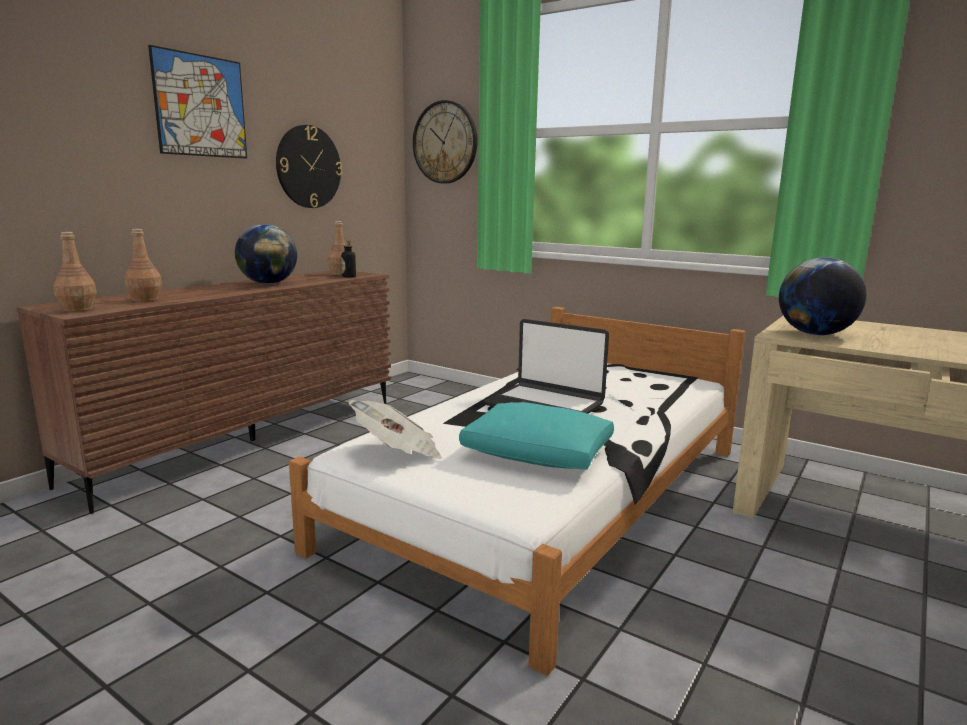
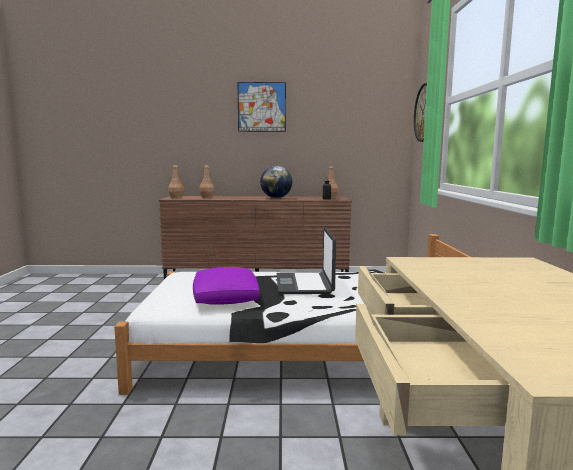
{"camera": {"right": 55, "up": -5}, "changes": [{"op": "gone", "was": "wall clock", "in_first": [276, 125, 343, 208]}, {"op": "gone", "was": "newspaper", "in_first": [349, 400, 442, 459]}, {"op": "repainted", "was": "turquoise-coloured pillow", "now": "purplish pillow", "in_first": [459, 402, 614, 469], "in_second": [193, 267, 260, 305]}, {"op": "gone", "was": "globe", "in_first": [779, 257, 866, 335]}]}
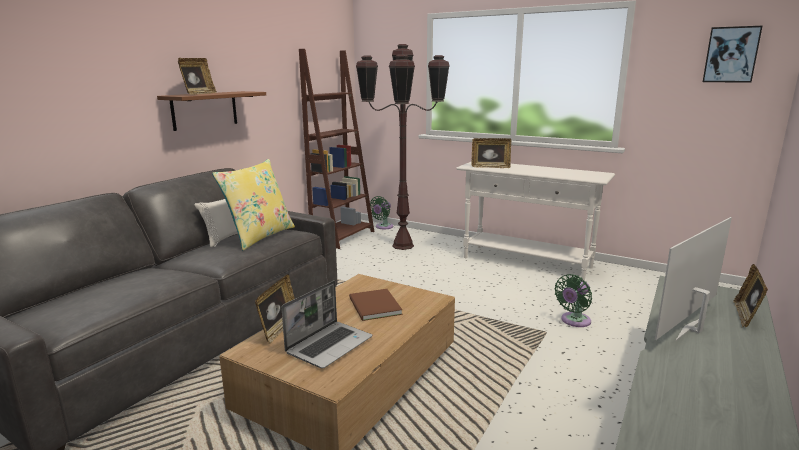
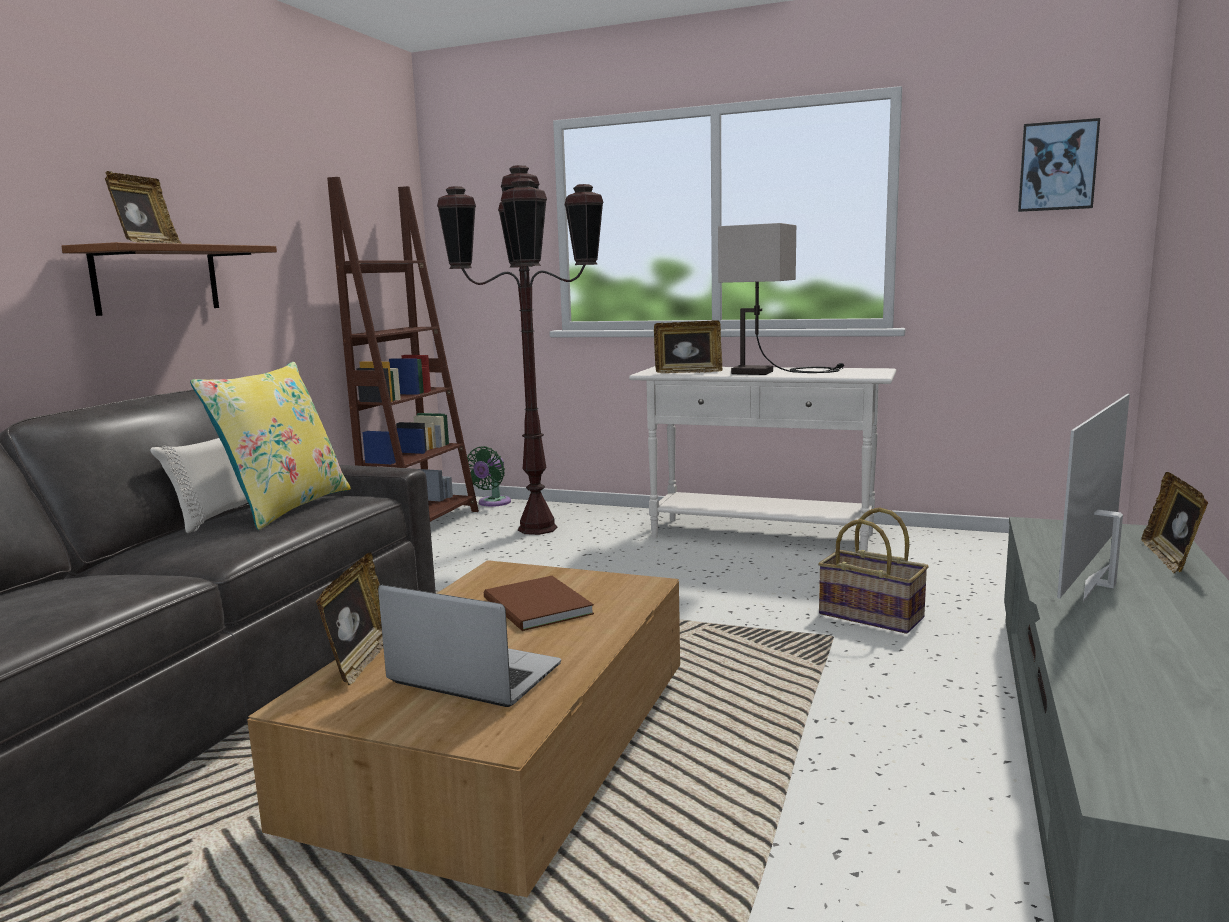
{"camera": {"right": -10, "up": -5}, "changes": [{"op": "rotated", "was": "laptop", "in_first": [281, 280, 372, 369], "in_second": [378, 585, 561, 707], "clockwise": -90}, {"op": "swapped", "was": "greenish electric fan", "now": "storage basket", "in_first": [554, 274, 592, 327], "in_second": [818, 507, 929, 634]}, {"op": "new", "now": "table lamp", "in_second": [718, 223, 844, 375]}]}
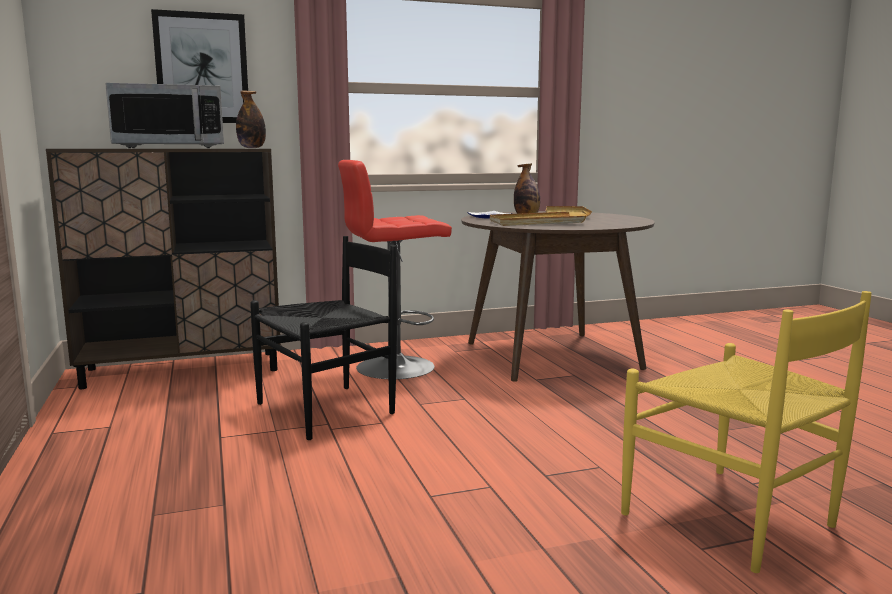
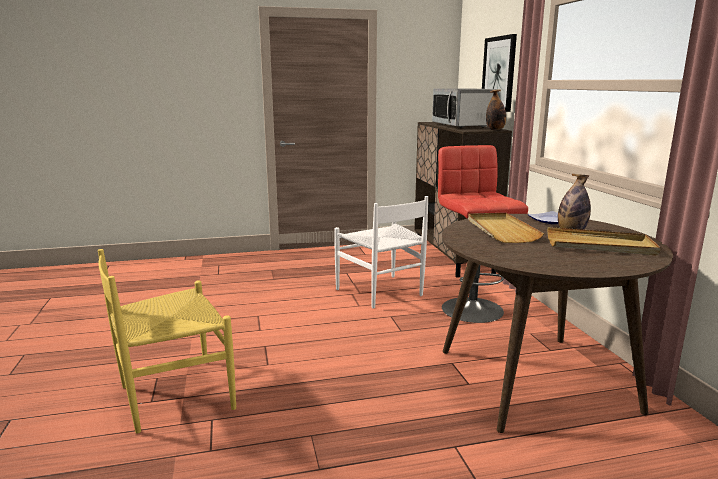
{"camera": {"right": 95, "up": 5}, "changes": [{"op": "repainted", "was": "blackish upright chair", "now": "whitish upright chair", "in_first": [250, 236, 397, 440], "in_second": [334, 196, 428, 309]}]}
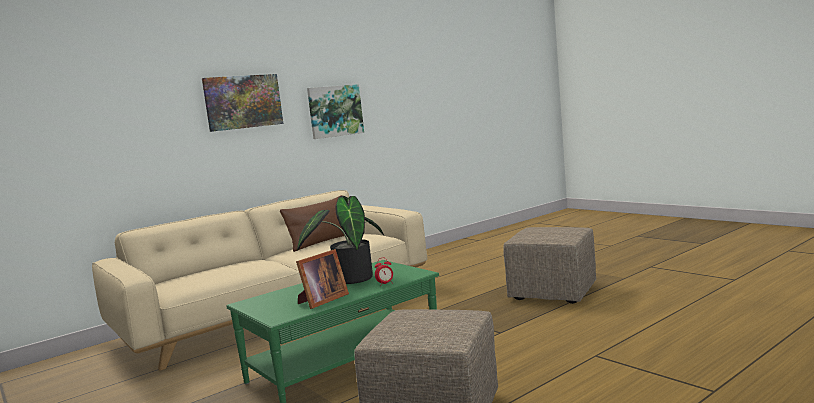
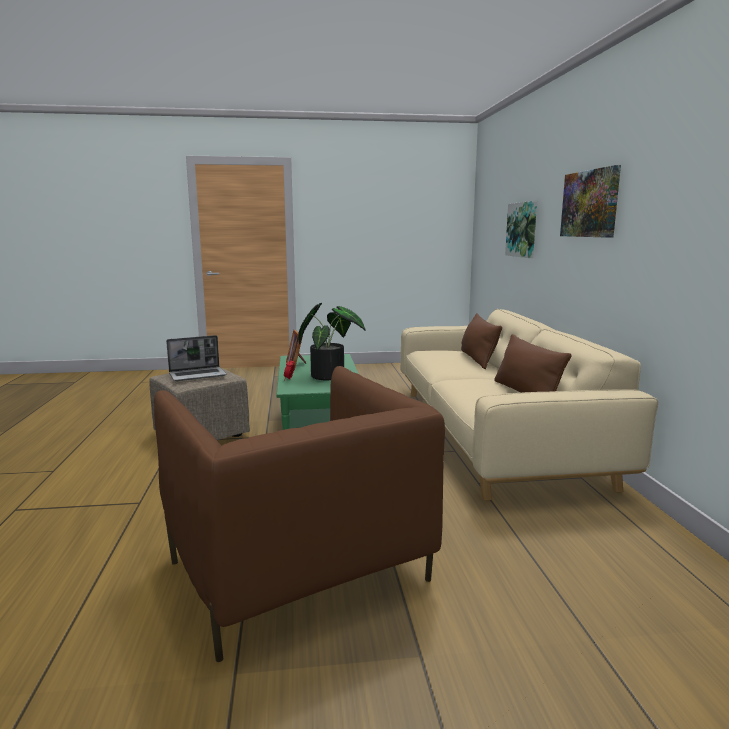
{"camera": {"right": 120, "up": 5}, "changes": [{"op": "shifted", "was": "picture", "in_first": [307, 84, 364, 139], "in_second": [505, 201, 537, 258]}, {"op": "swapped", "was": "beige-coloured ottoman", "now": "brown-coloured lounge chair", "in_first": [503, 227, 596, 304], "in_second": [154, 366, 445, 662]}, {"op": "new", "now": "laptop", "in_second": [166, 335, 227, 381]}, {"op": "new", "now": "brown-coloured pillow", "in_second": [461, 313, 502, 369]}]}
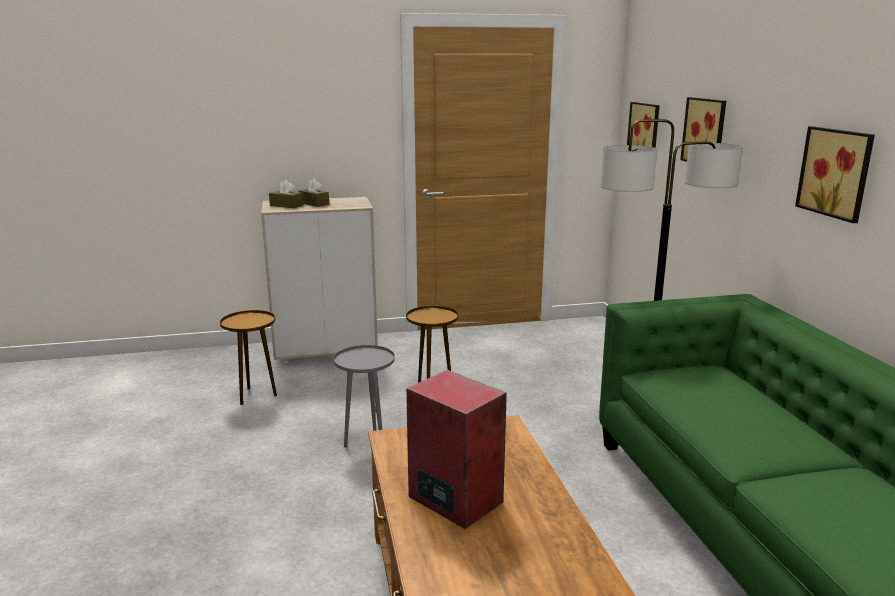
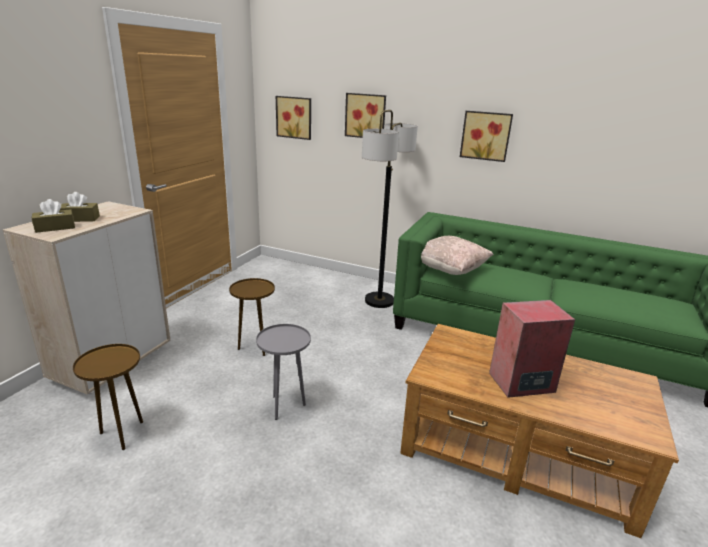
{"camera": {"right": -55, "up": 5}, "changes": [{"op": "new", "now": "beige-coloured pillow", "in_second": [421, 236, 494, 275]}]}
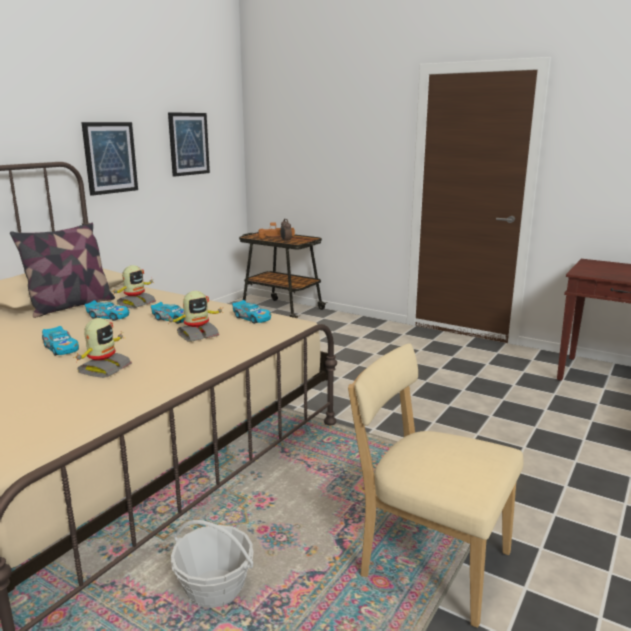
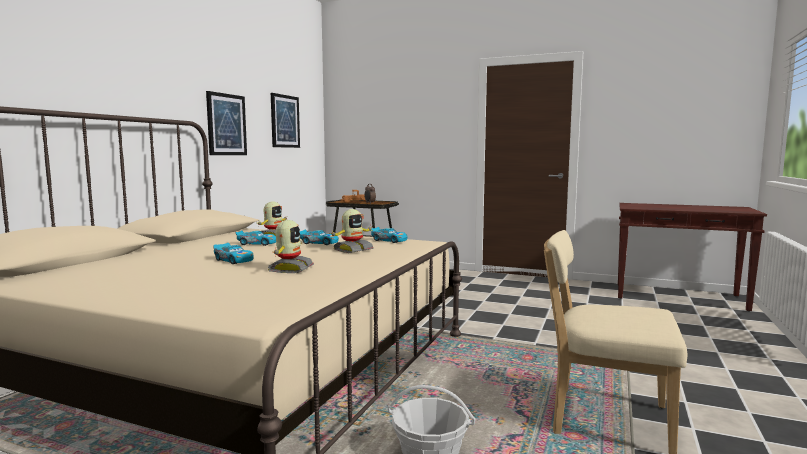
{"camera": {"right": -10, "up": -10}, "changes": [{"op": "gone", "was": "pillow", "in_first": [10, 223, 115, 318]}]}
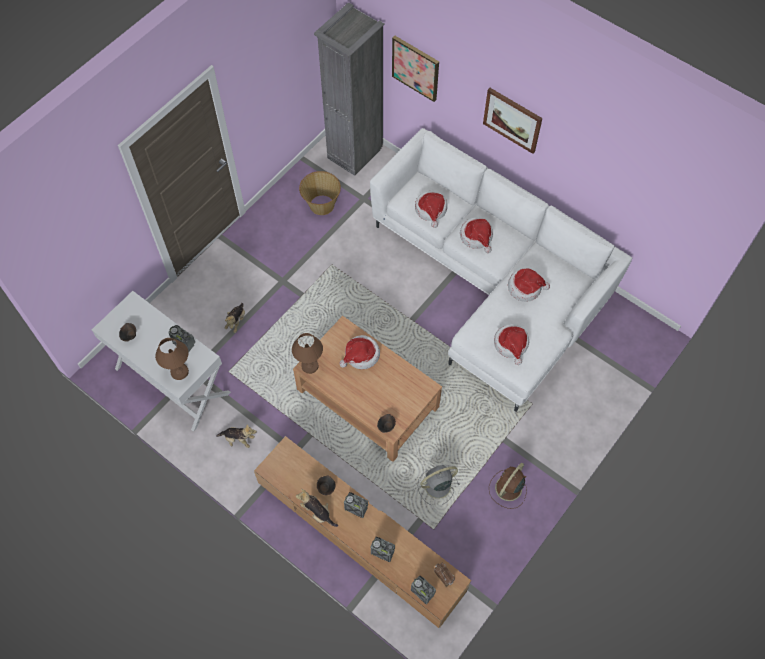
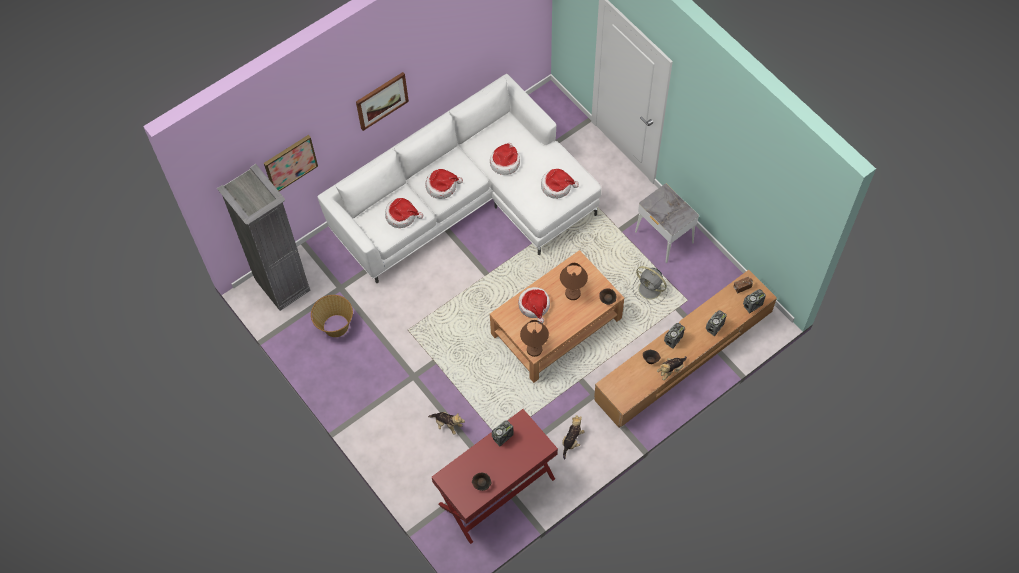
{"camera": {"right": -75, "up": 0}, "changes": [{"op": "repainted", "was": "whitish narrow table", "now": "red narrow table", "in_first": [92, 291, 231, 432], "in_second": [432, 409, 558, 544]}, {"op": "shifted", "was": "brown-coloured table lamp", "in_first": [155, 338, 189, 380], "in_second": [560, 263, 588, 300]}, {"op": "rotated", "was": "gray electric fan", "in_first": [418, 465, 460, 505], "in_second": [633, 266, 668, 305], "clockwise": -45}, {"op": "swapped", "was": "brown-coloured electric fan", "now": "end table", "in_first": [489, 463, 527, 509], "in_second": [635, 183, 699, 263]}]}
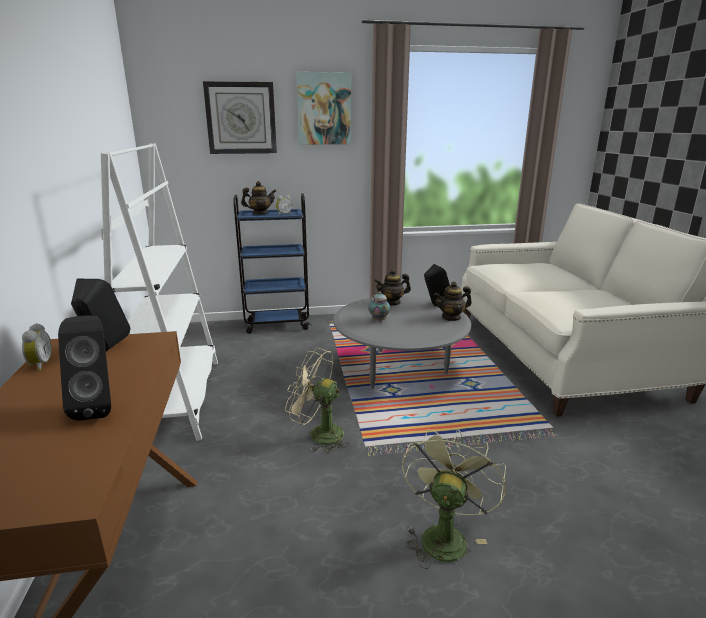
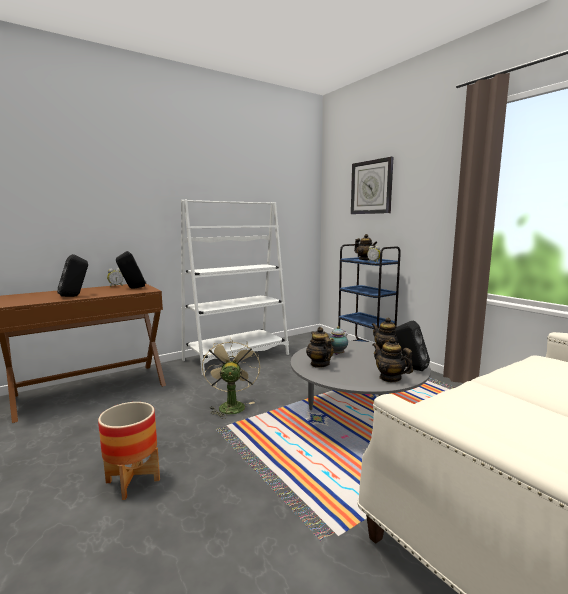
{"camera": {"right": 65, "up": -10}, "changes": [{"op": "gone", "was": "picture", "in_first": [296, 72, 351, 145]}, {"op": "swapped", "was": "greenish electric fan", "now": "flower pot", "in_first": [402, 428, 506, 569], "in_second": [98, 402, 160, 500]}, {"op": "new", "now": "tea pot", "in_second": [306, 327, 334, 368]}]}
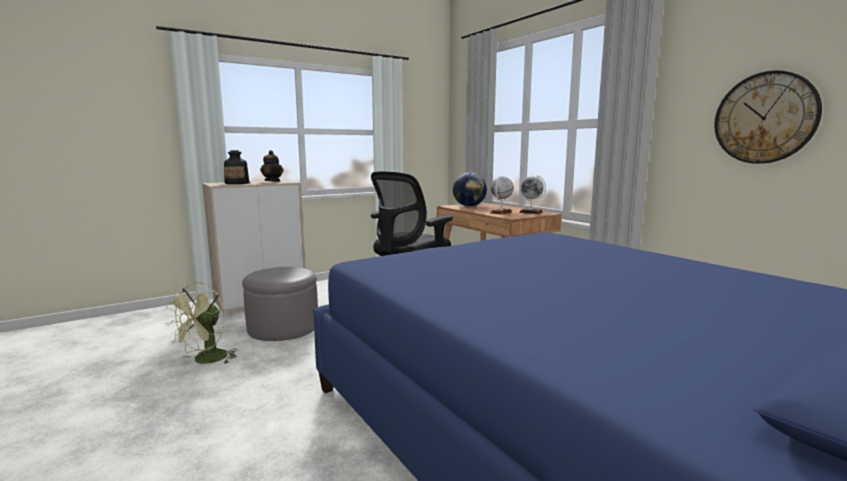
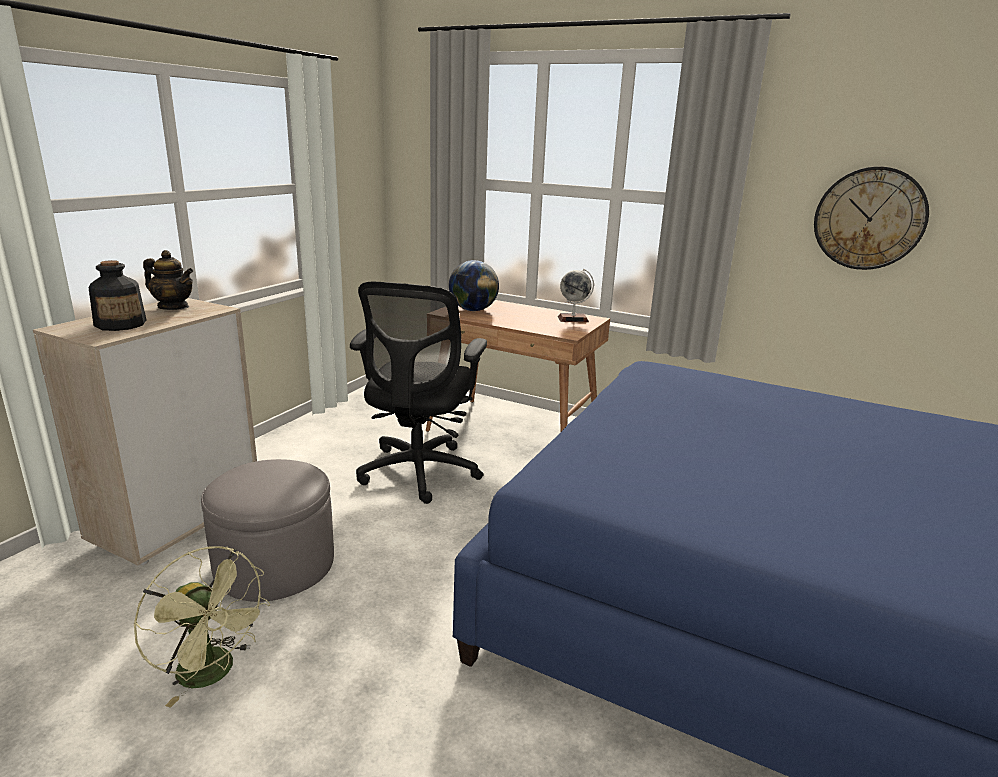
{"camera": {"right": -30, "up": 10}, "changes": [{"op": "rotated", "was": "greenish electric fan", "in_first": [165, 282, 237, 364], "in_second": [133, 546, 270, 708], "clockwise": -45}, {"op": "gone", "was": "globe", "in_first": [490, 175, 514, 215]}]}
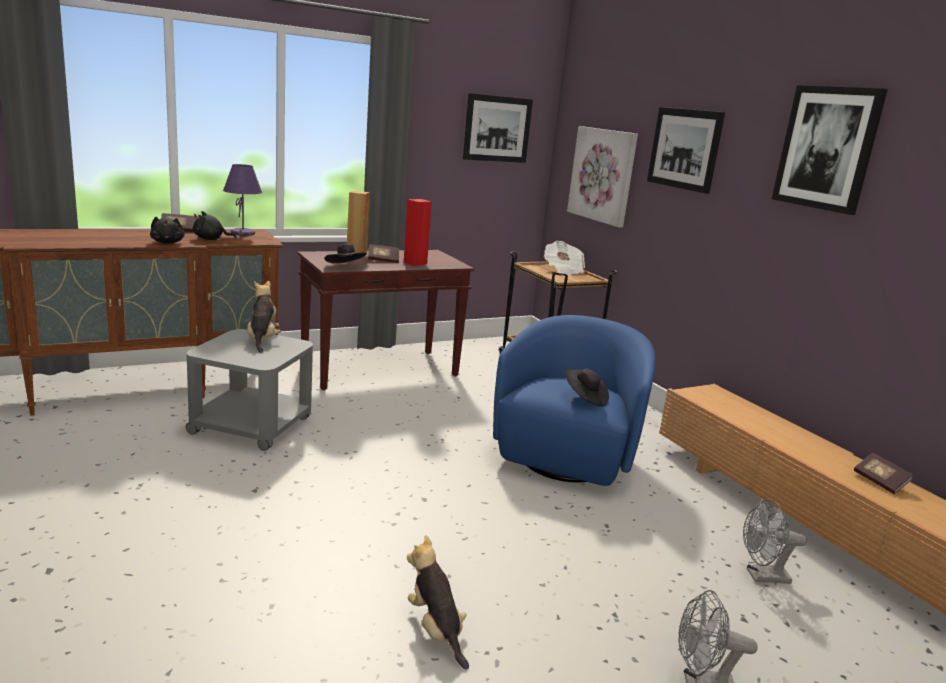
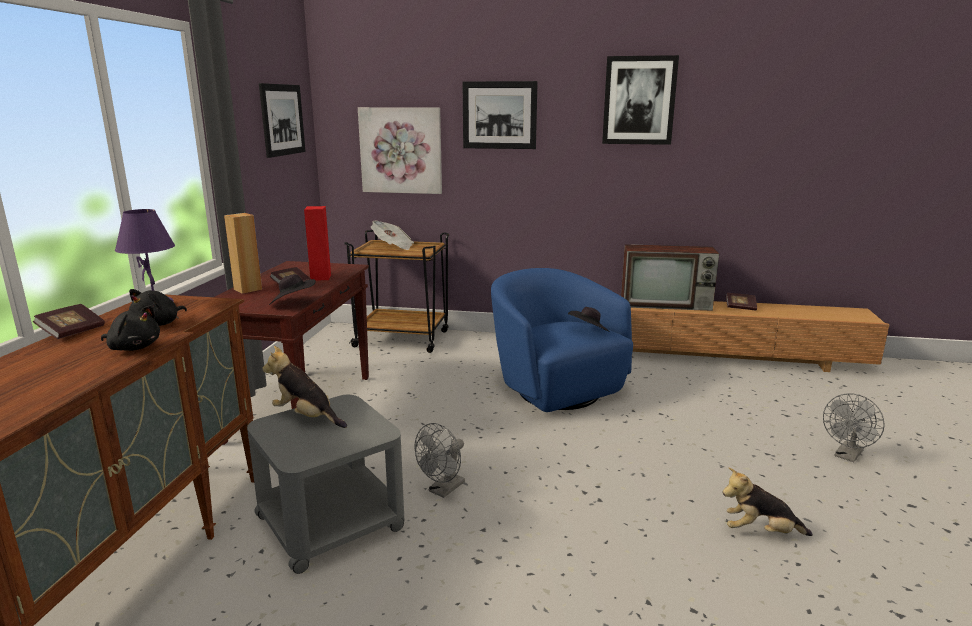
{"camera": {"right": -50, "up": 0}, "changes": [{"op": "shifted", "was": "gray electric fan", "in_first": [743, 499, 807, 584], "in_second": [415, 423, 465, 498]}, {"op": "new", "now": "TV set", "in_second": [621, 244, 719, 311]}]}
